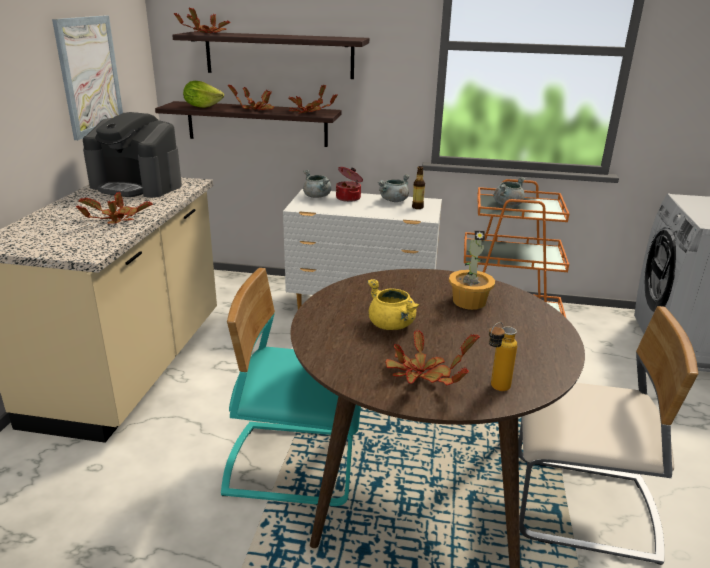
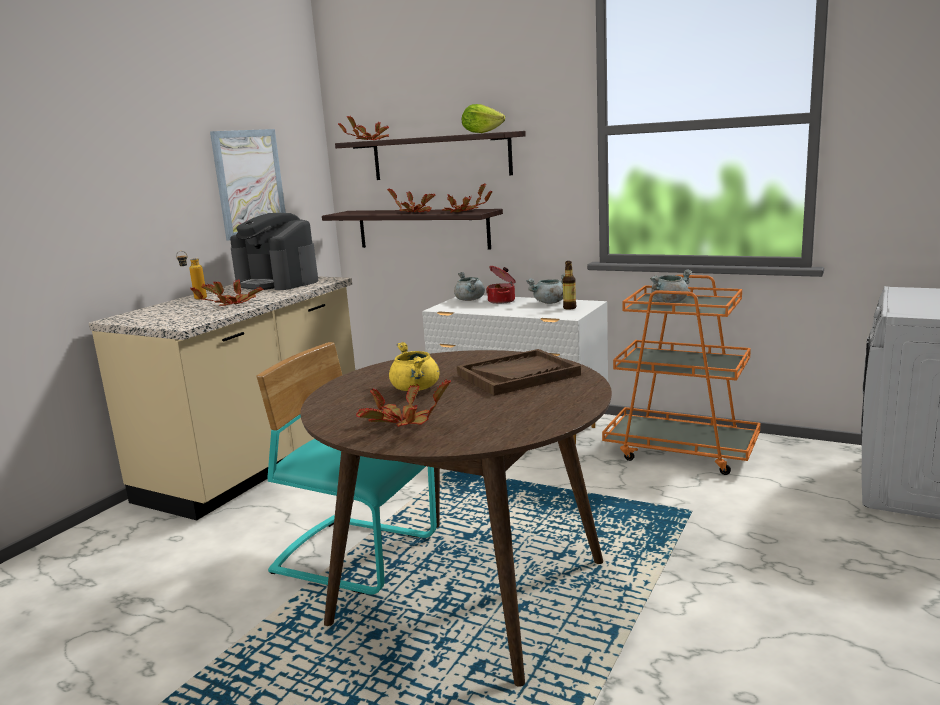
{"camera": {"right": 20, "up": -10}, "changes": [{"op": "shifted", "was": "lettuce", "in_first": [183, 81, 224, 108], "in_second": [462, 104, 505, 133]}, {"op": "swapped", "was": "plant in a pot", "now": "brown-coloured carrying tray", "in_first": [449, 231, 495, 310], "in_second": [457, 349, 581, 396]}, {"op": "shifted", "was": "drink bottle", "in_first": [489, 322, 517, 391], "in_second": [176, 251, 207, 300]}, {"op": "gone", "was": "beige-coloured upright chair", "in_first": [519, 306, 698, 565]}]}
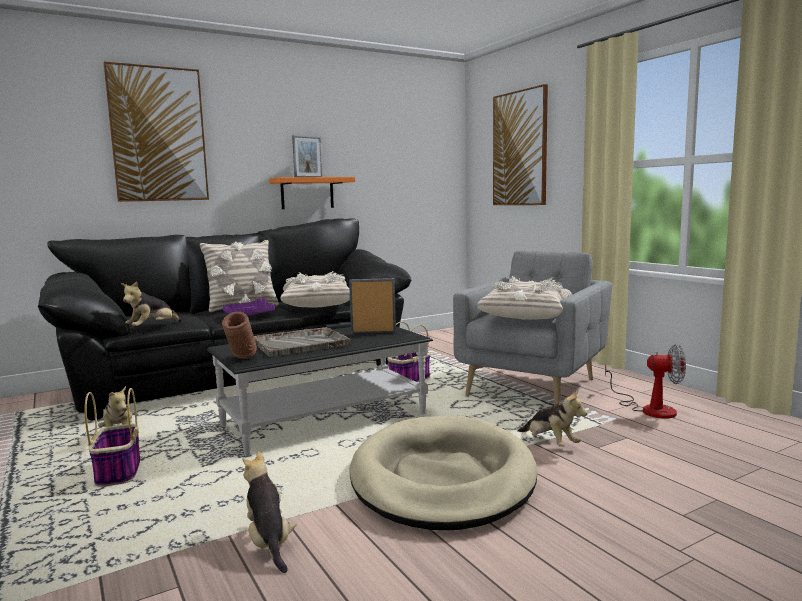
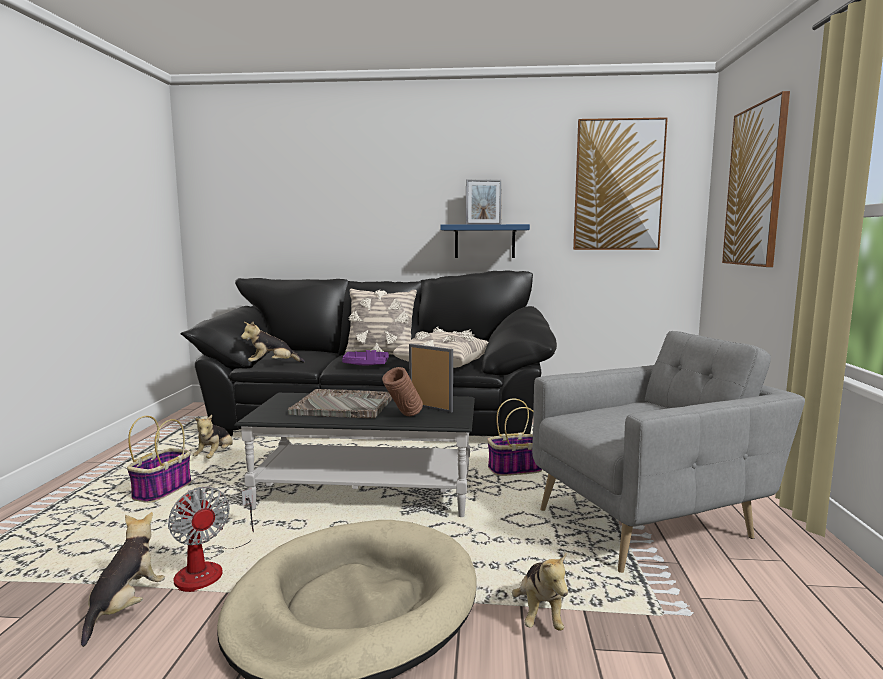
{"camera": {"right": 35, "up": 0}, "changes": [{"op": "shifted", "was": "picture", "in_first": [104, 62, 209, 202], "in_second": [573, 117, 668, 250]}, {"op": "shifted", "was": "brown-coloured decorative vase", "in_first": [222, 312, 257, 359], "in_second": [382, 367, 423, 416]}, {"op": "repainted", "was": "orange-coloured bracket shelf", "now": "bluish bracket shelf", "in_first": [269, 177, 355, 209], "in_second": [441, 224, 530, 258]}, {"op": "gone", "was": "beige-coloured pillow", "in_first": [477, 276, 572, 320]}, {"op": "shifted", "was": "electric fan", "in_first": [605, 344, 686, 419], "in_second": [168, 487, 254, 592]}]}
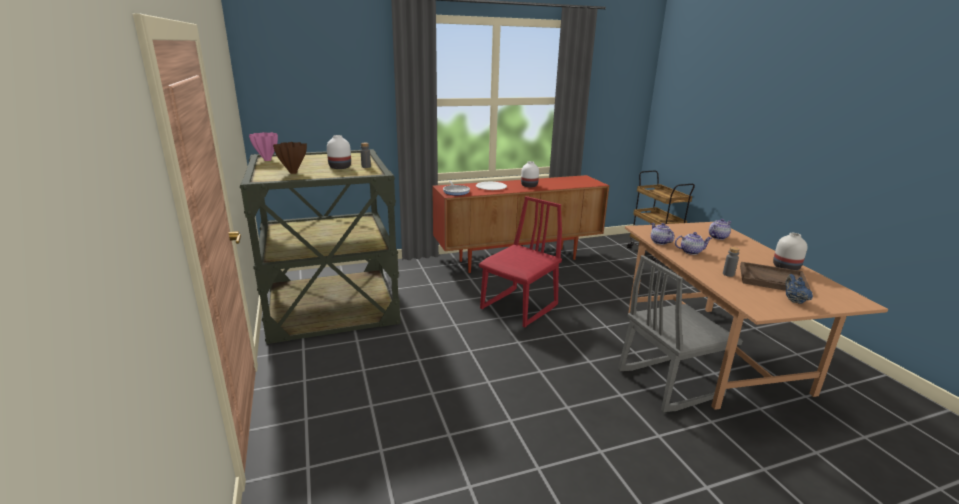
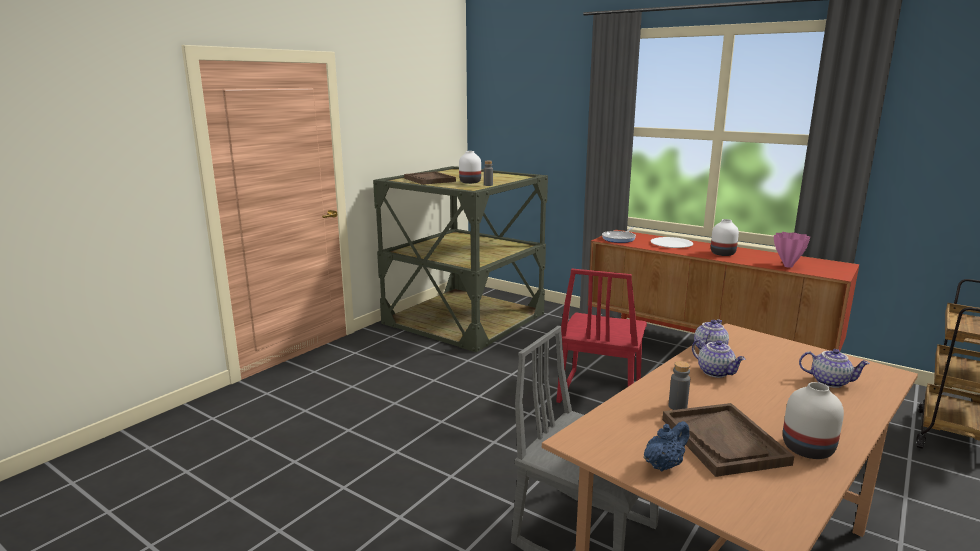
{"camera": {"right": 55, "up": -5}, "changes": [{"op": "shifted", "was": "pink-coloured decorative vase", "in_first": [249, 132, 278, 161], "in_second": [774, 232, 810, 268]}, {"op": "swapped", "was": "brown-coloured decorative vase", "now": "brown-coloured carrying tray", "in_first": [273, 142, 307, 174], "in_second": [404, 172, 456, 185]}, {"op": "rotated", "was": "red upright chair", "in_first": [479, 196, 562, 327], "in_second": [556, 269, 647, 403], "clockwise": 105}]}
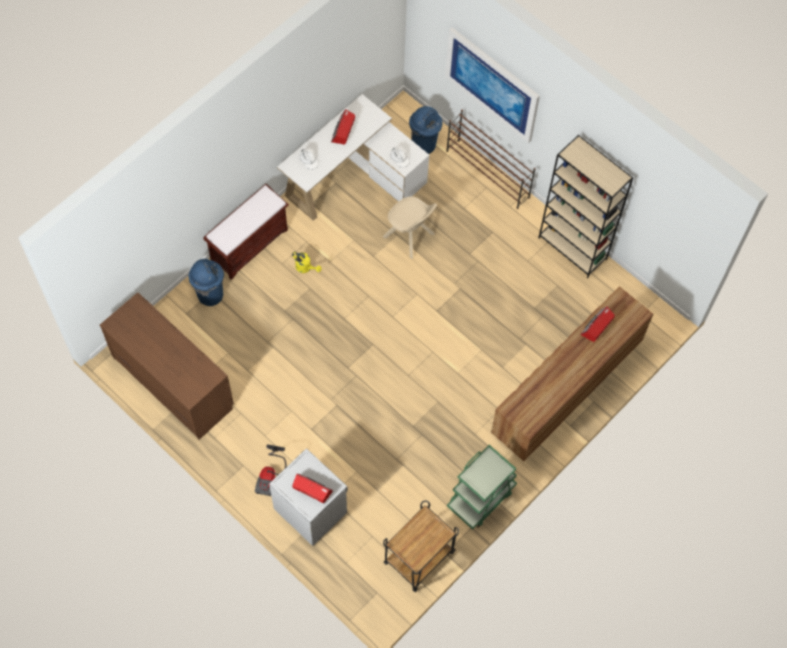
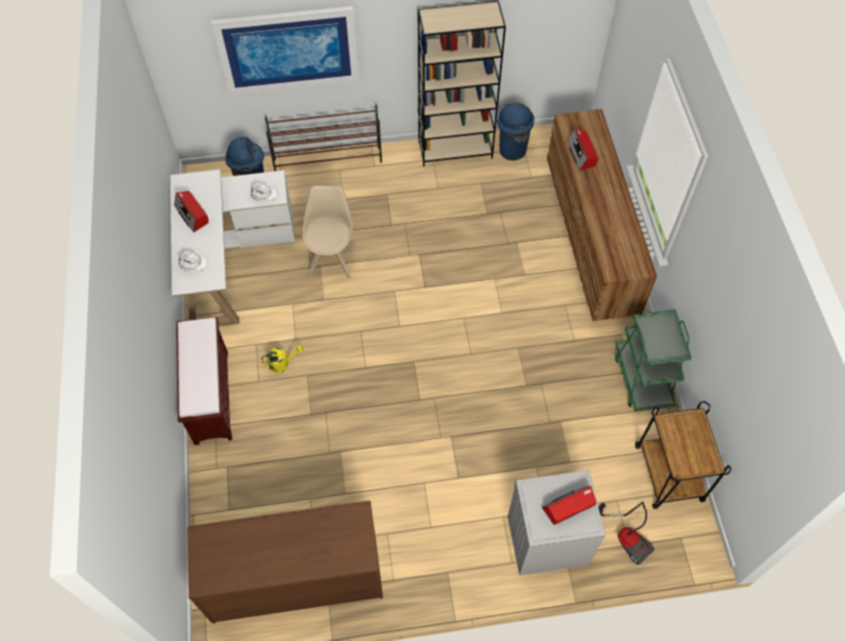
{"camera": {"right": -50, "up": -5}, "changes": [{"op": "shifted", "was": "bluish waste bin", "in_first": [189, 259, 224, 306], "in_second": [497, 103, 535, 161]}, {"op": "shifted", "was": "vacuum cleaner", "in_first": [255, 444, 287, 496], "in_second": [598, 502, 654, 565]}, {"op": "rotated", "was": "beige-coloured upright chair", "in_first": [383, 196, 437, 259], "in_second": [302, 186, 355, 279], "clockwise": -75}]}
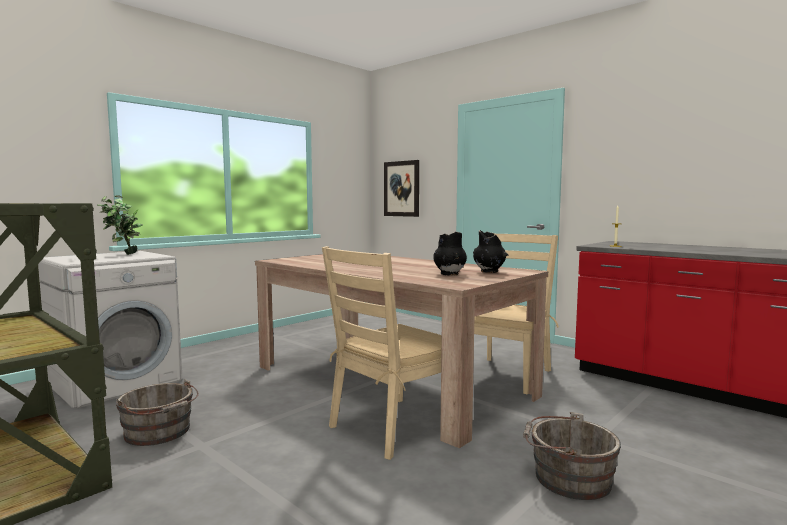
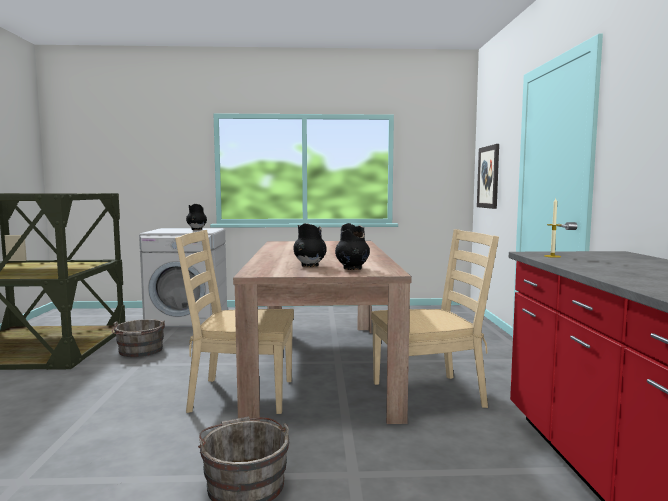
{"camera": {"right": 45, "up": 0}, "changes": [{"op": "swapped", "was": "plant in a pot", "now": "blackish decorative vase", "in_first": [97, 195, 143, 255], "in_second": [186, 204, 207, 230]}]}
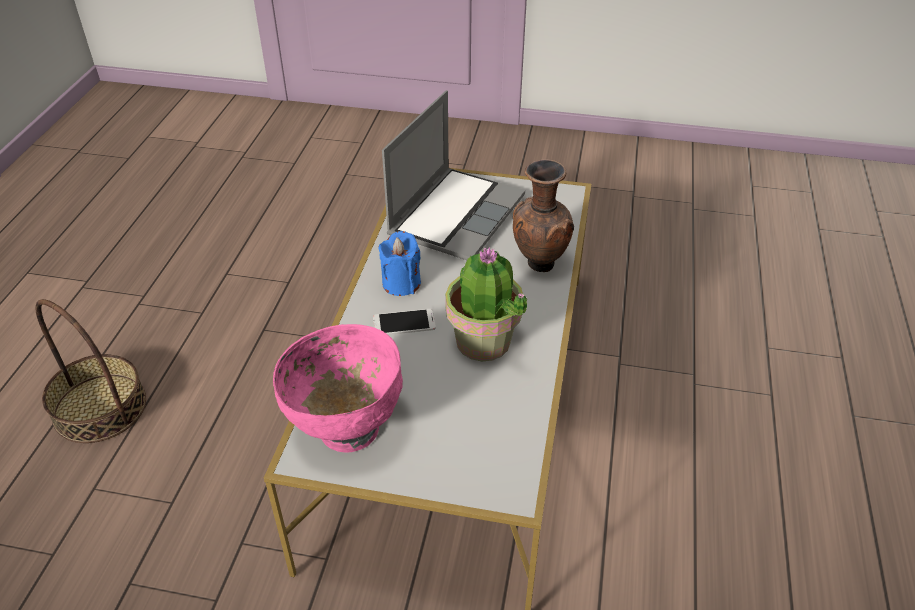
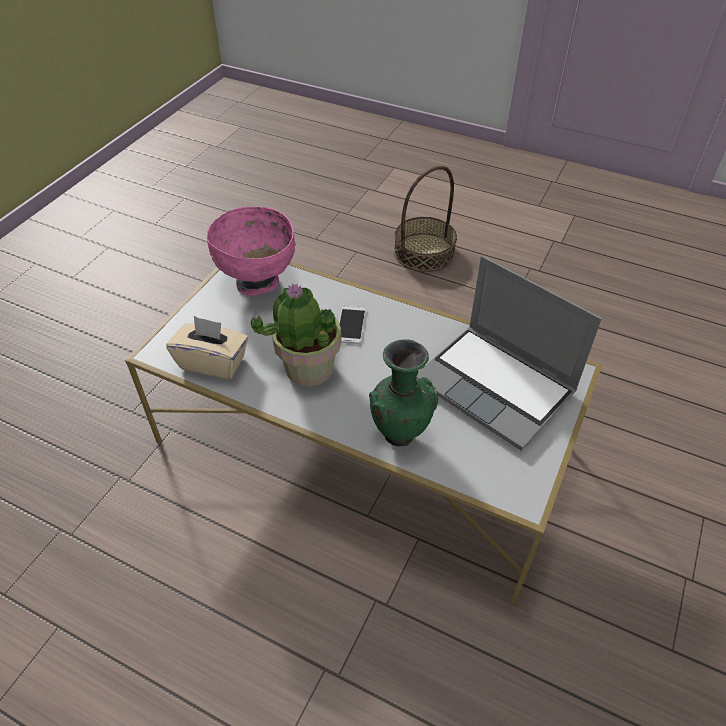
{"camera": {"right": 105, "up": 5}, "changes": [{"op": "gone", "was": "bluish candle", "in_first": [378, 231, 421, 296]}, {"op": "repainted", "was": "brown-coloured decorative vase", "now": "greenish decorative vase", "in_first": [513, 159, 574, 272], "in_second": [369, 339, 438, 446]}, {"op": "new", "now": "beige-coloured tissue holder", "in_second": [166, 316, 248, 379]}]}
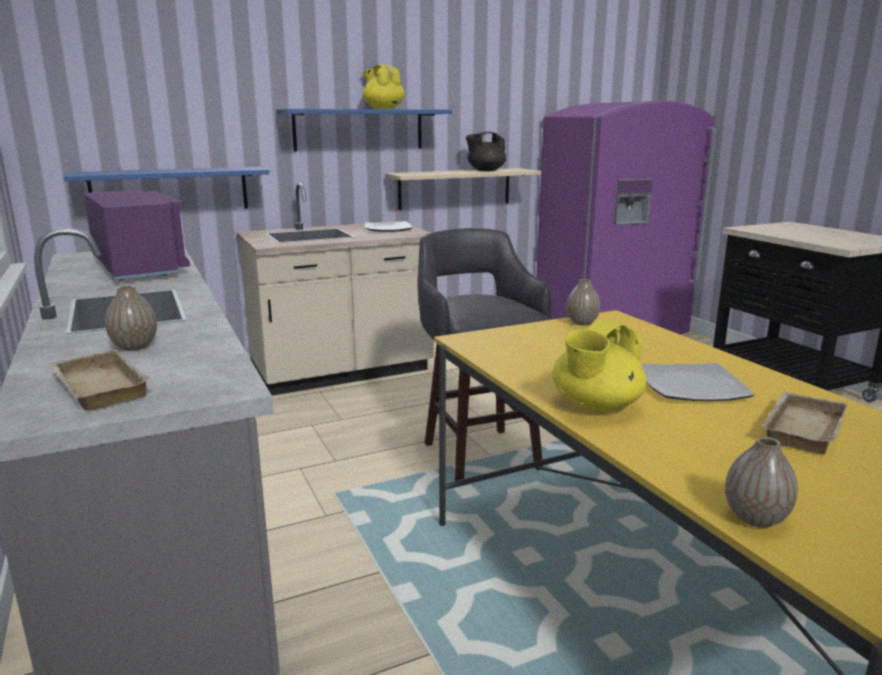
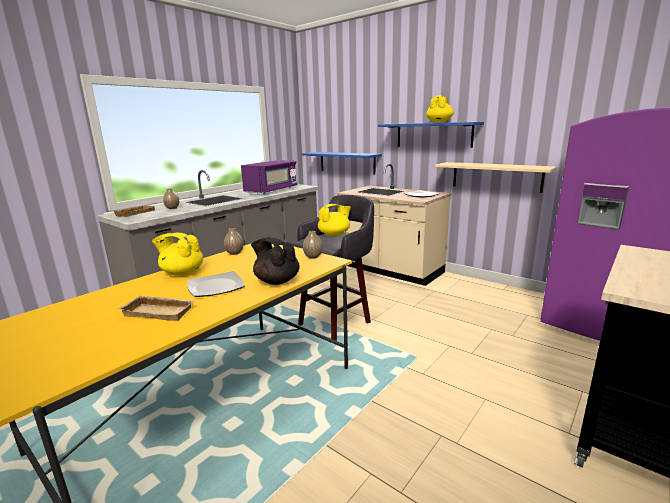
{"camera": {"right": 65, "up": 0}, "changes": [{"op": "shifted", "was": "blackish tea pot", "in_first": [466, 132, 506, 171], "in_second": [251, 237, 300, 285]}, {"op": "shifted", "was": "decorative vase", "in_first": [725, 437, 798, 528], "in_second": [224, 228, 244, 255]}, {"op": "new", "now": "yellowish tea pot", "in_second": [318, 204, 351, 237]}]}
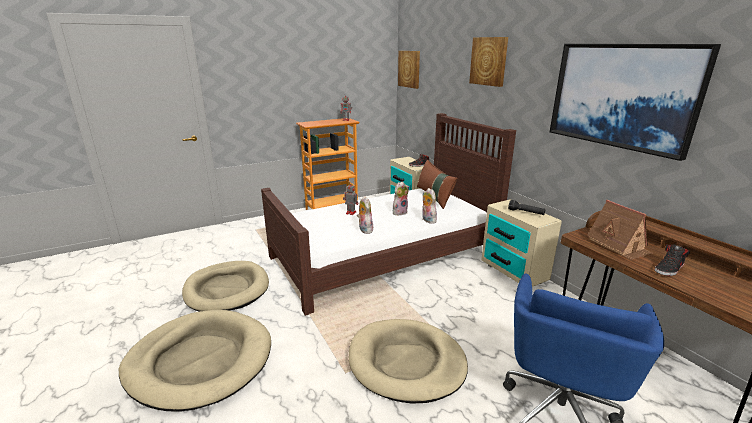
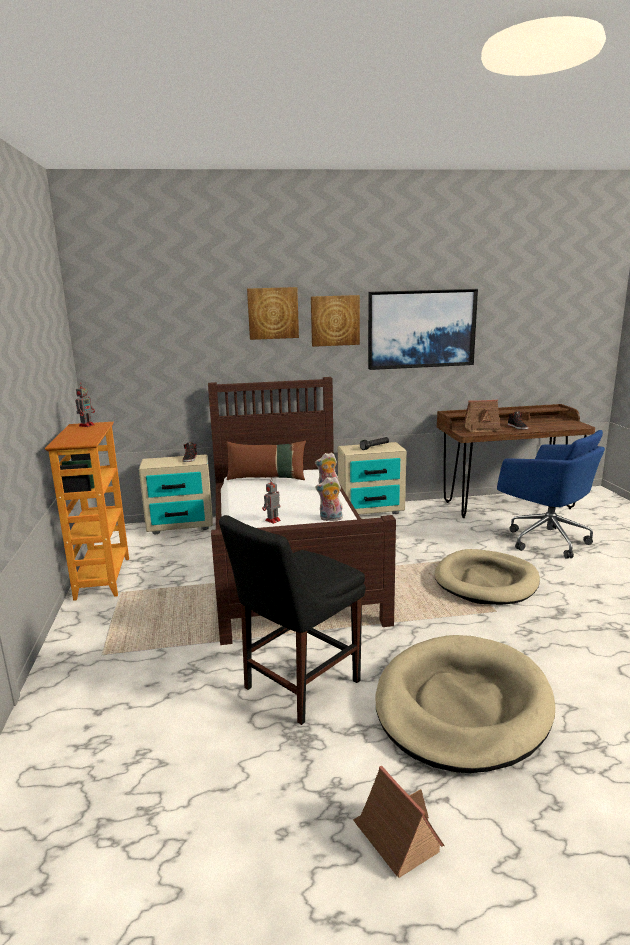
{"camera": {"right": -70, "up": -5}, "changes": [{"op": "swapped", "was": "beige-coloured dog cushion", "now": "blackish upright chair", "in_first": [182, 261, 269, 312], "in_second": [219, 515, 366, 725]}, {"op": "gone", "was": "plush toy", "in_first": [393, 181, 409, 215]}, {"op": "shifted", "was": "picture", "in_first": [398, 51, 420, 89], "in_second": [311, 295, 360, 347]}, {"op": "new", "now": "model house", "in_second": [353, 766, 445, 878]}]}
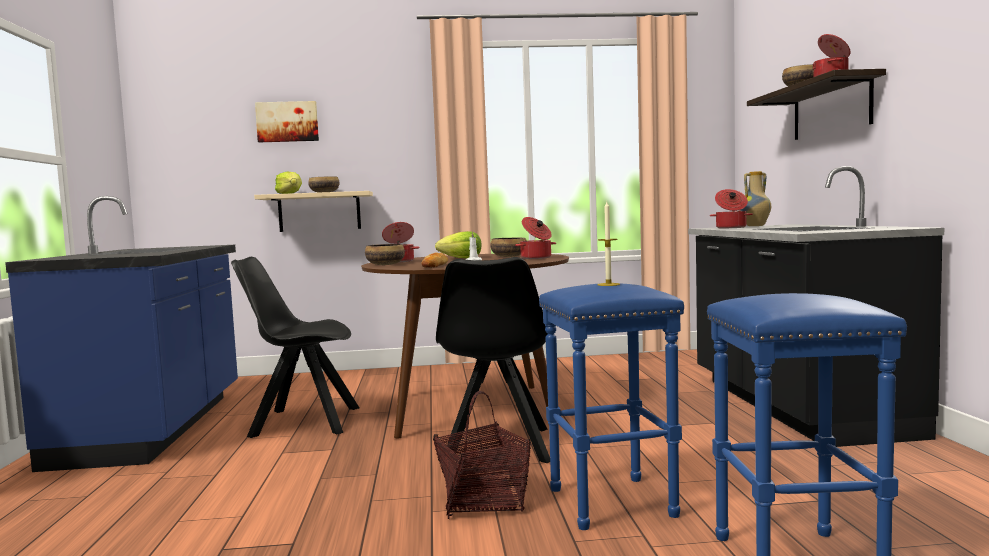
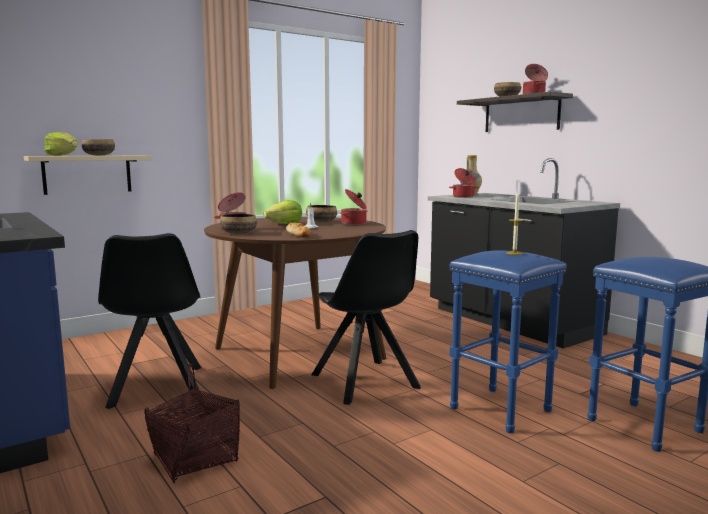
{"camera": {"right": -30, "up": 5}, "changes": [{"op": "rotated", "was": "blackish upright chair", "in_first": [231, 257, 359, 438], "in_second": [98, 233, 202, 409], "clockwise": -75}, {"op": "gone", "was": "picture", "in_first": [255, 101, 319, 142]}, {"op": "shifted", "was": "storage basket", "in_first": [433, 391, 531, 519], "in_second": [144, 363, 240, 483]}]}
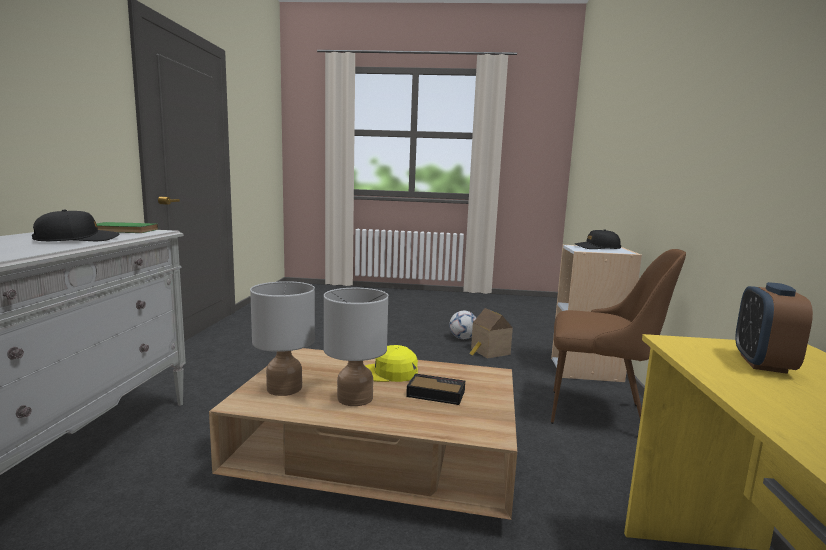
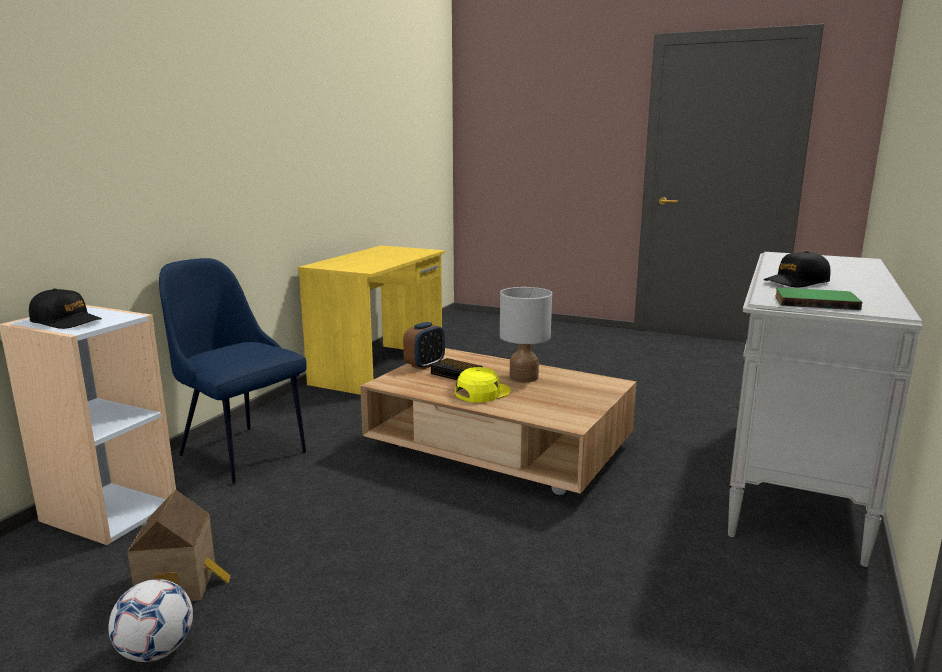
{"camera": {"right": -160, "up": 5}, "changes": [{"op": "gone", "was": "gray table lamp", "in_first": [250, 281, 315, 396]}, {"op": "rotated", "was": "yellowish peaked cap", "in_first": [365, 345, 418, 382], "in_second": [455, 367, 511, 403], "clockwise": -60}, {"op": "repainted", "was": "brown-coloured upright chair", "now": "bluish upright chair", "in_first": [551, 249, 686, 424], "in_second": [159, 258, 307, 484]}, {"op": "shifted", "was": "table clock", "in_first": [735, 282, 813, 374], "in_second": [403, 322, 445, 370]}]}
